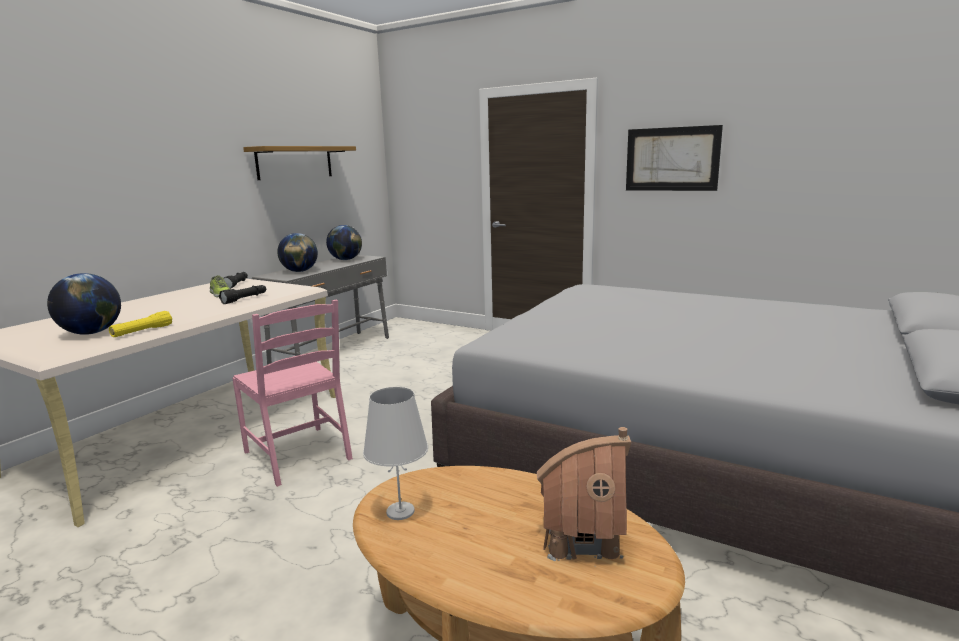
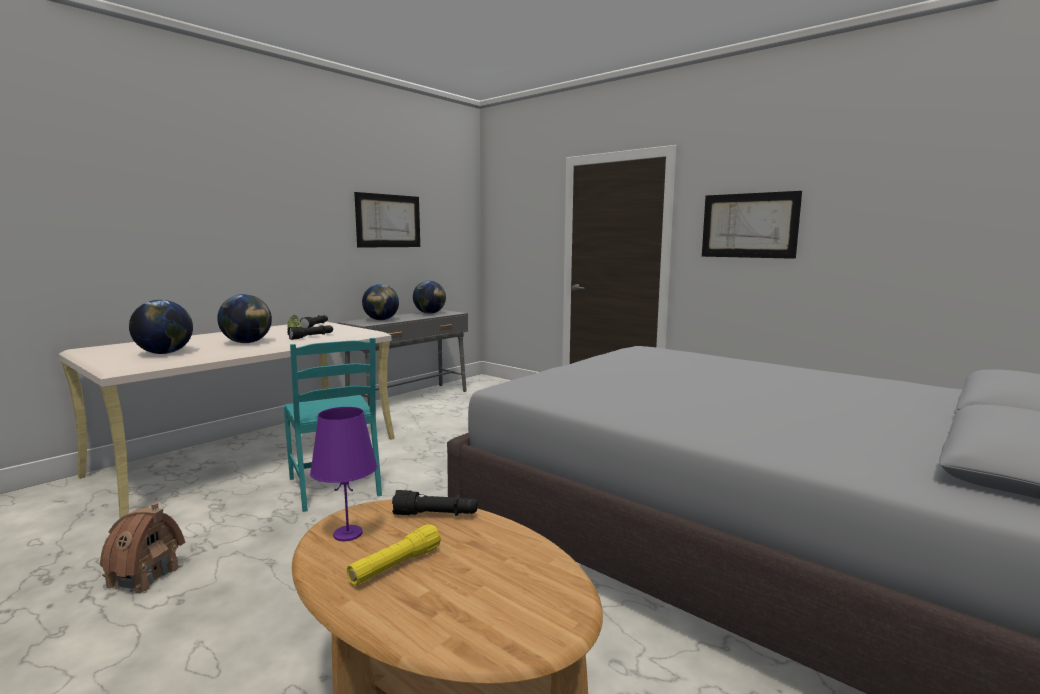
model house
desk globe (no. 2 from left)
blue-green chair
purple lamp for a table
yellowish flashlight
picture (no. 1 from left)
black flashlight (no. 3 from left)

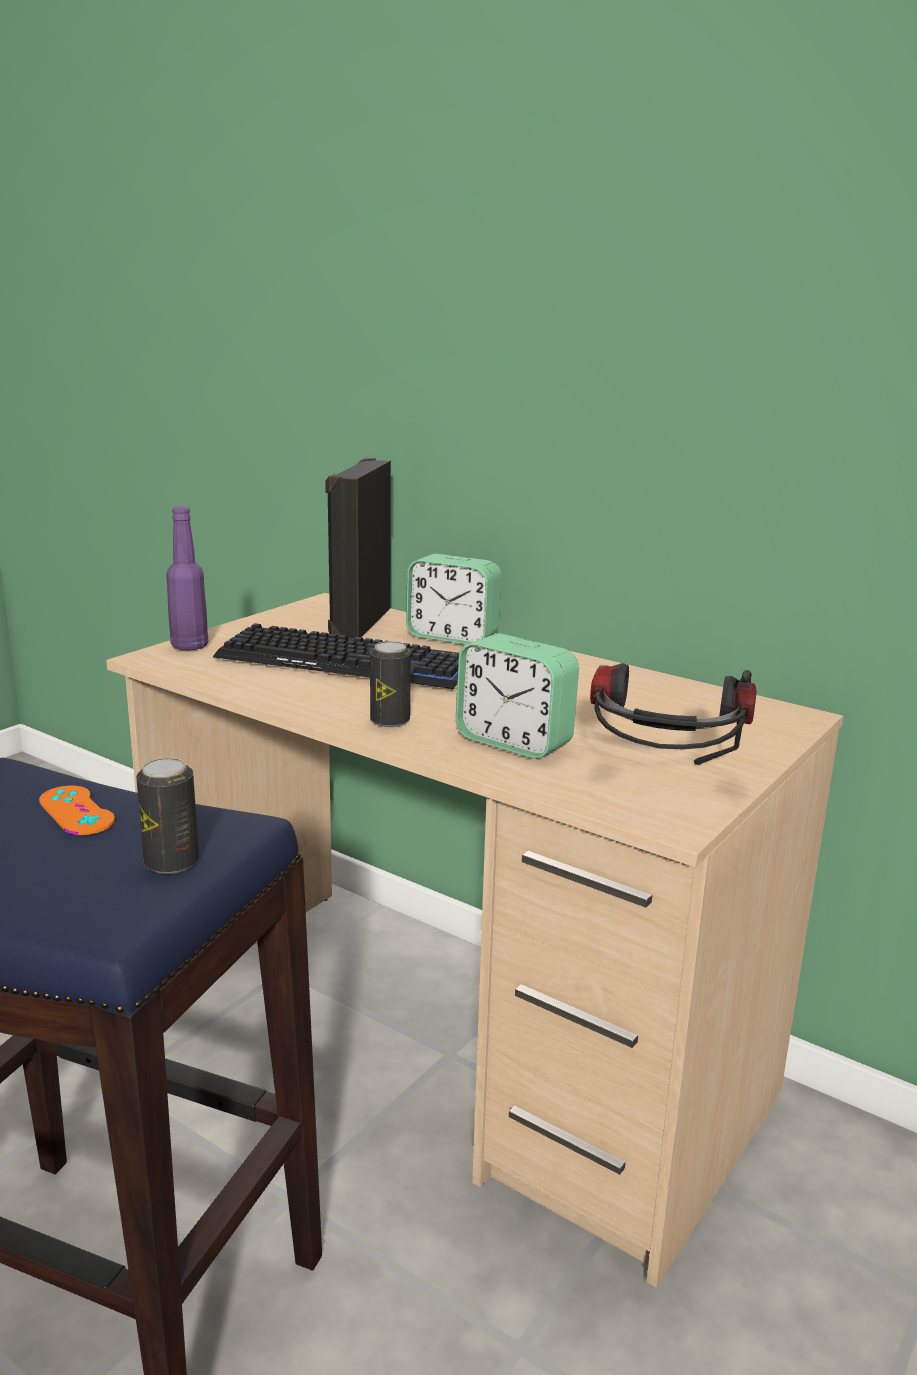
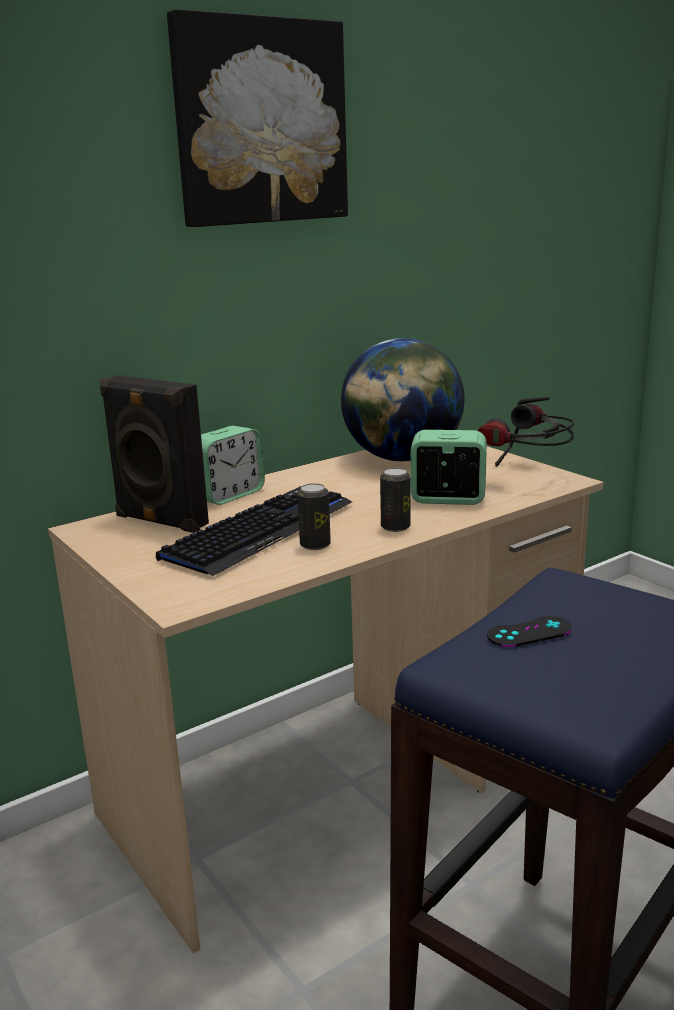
picture
metal can (no. 1 from left)
desk globe
table clock (no. 2 from left)
black gamepad
purple beverage bottle

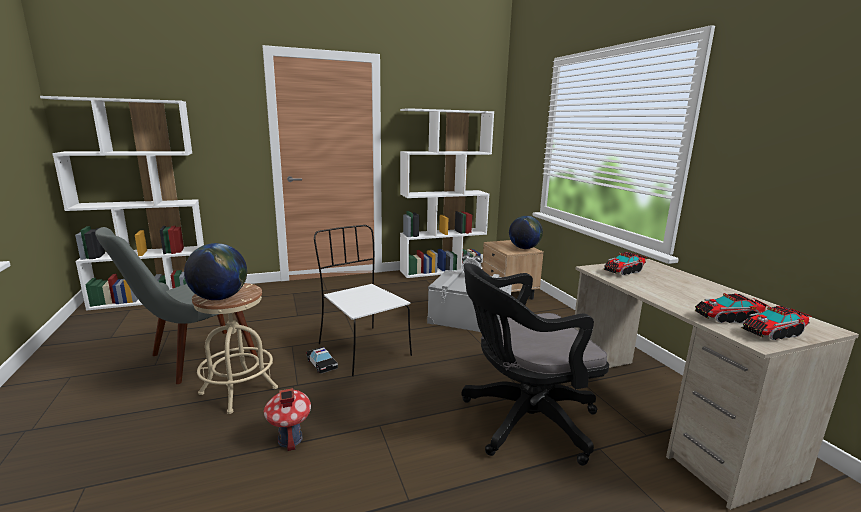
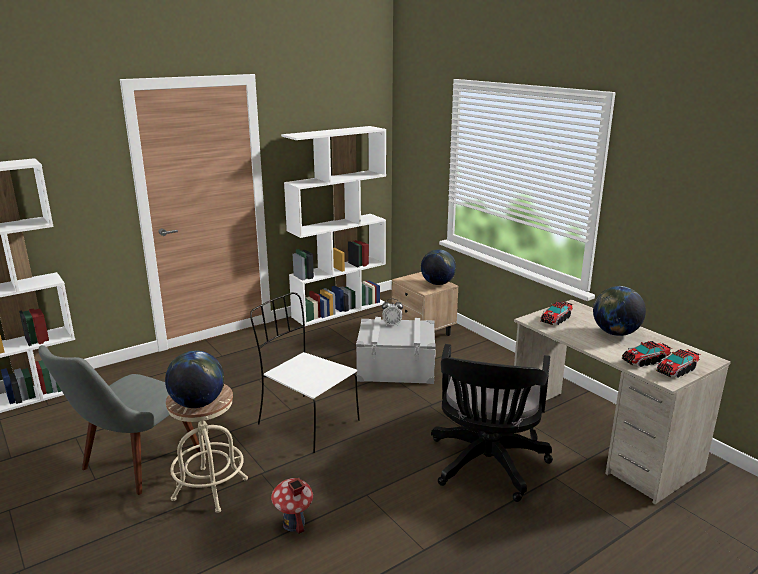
black office chair
desk globe (no. 3 from left)
miniature car

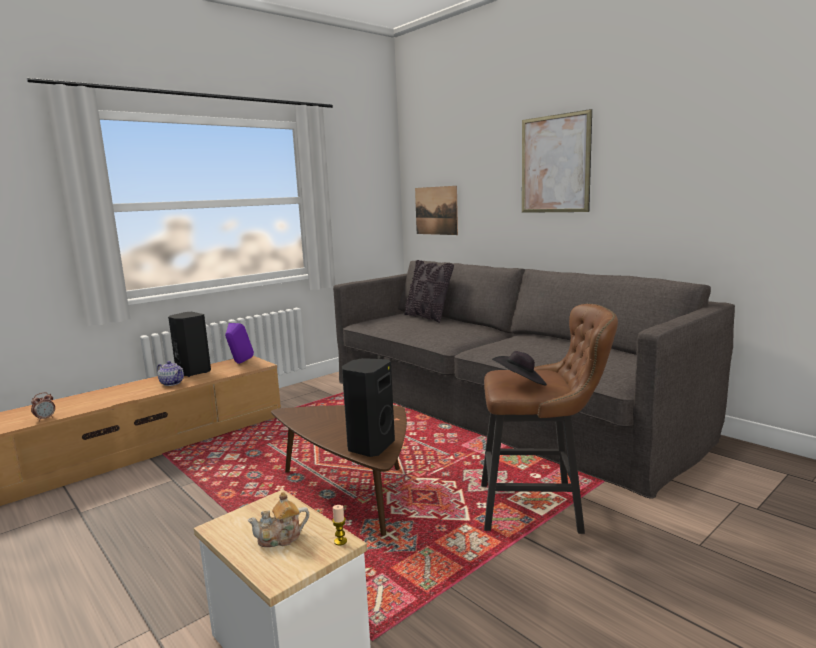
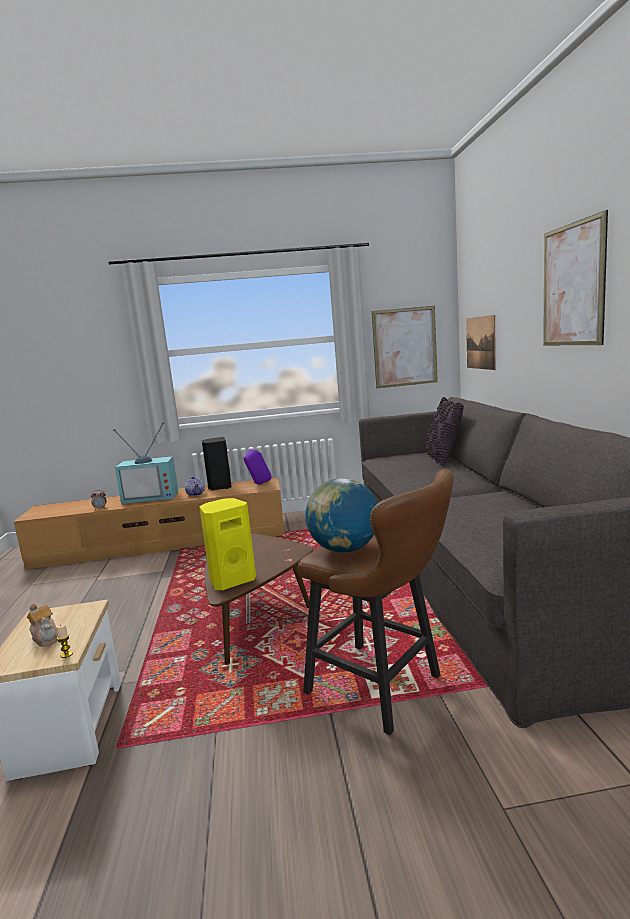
pot for tea (no. 1 from left)
TV set
yellowish speaker
desk globe
picture (no. 1 from left)

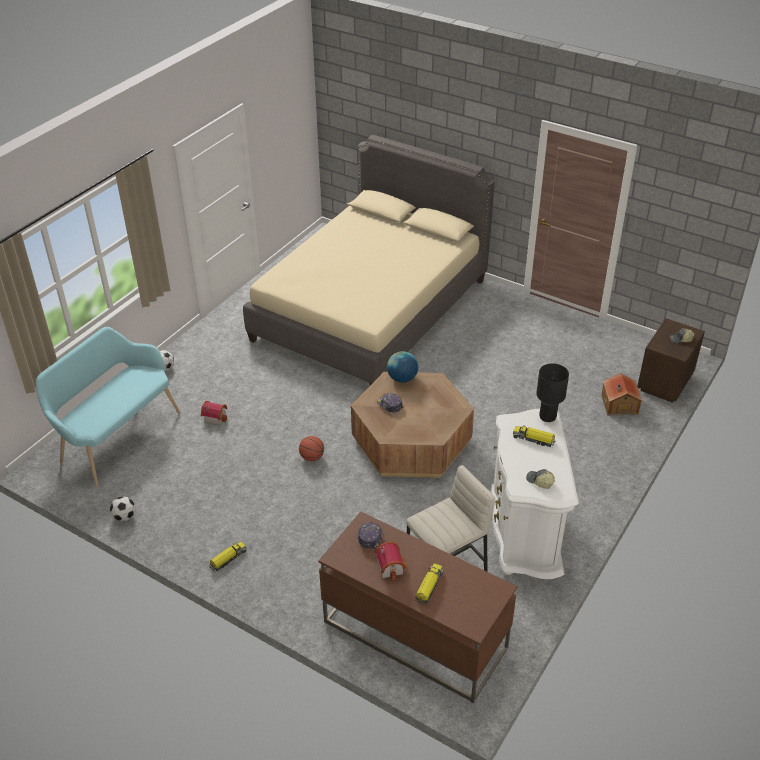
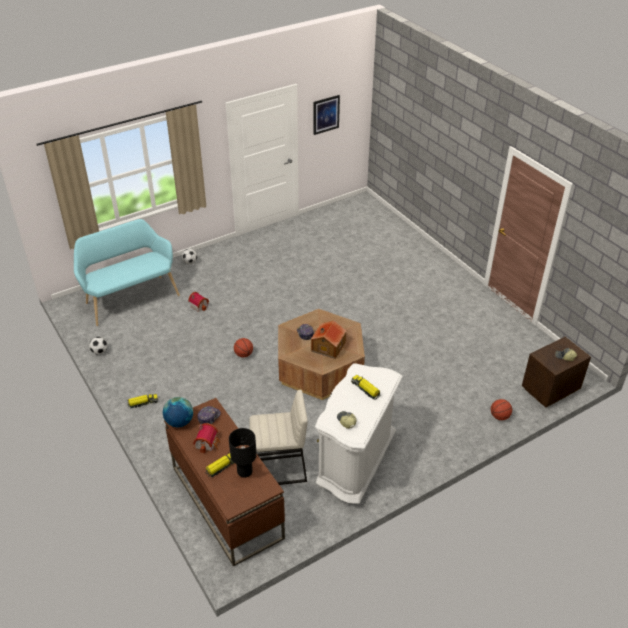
desk globe
black lamp for a table
model house (no. 3 from left)
picture
ball for basketball (no. 2 from left)
beige bed

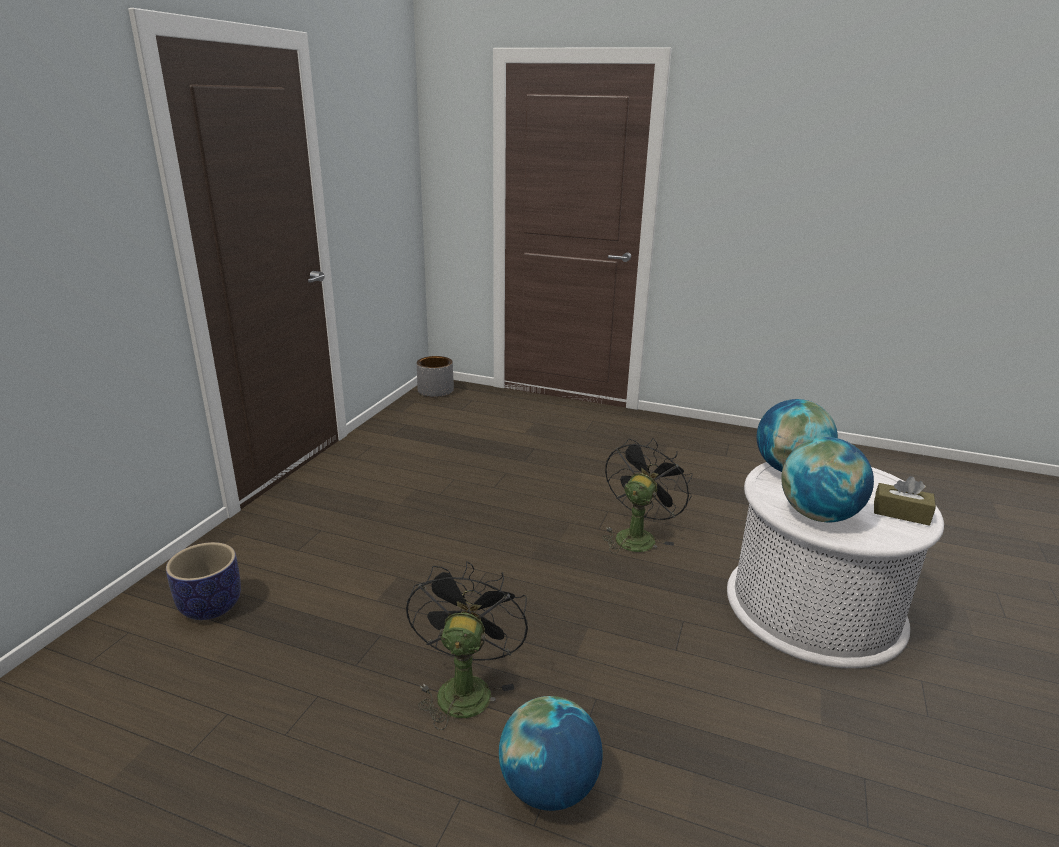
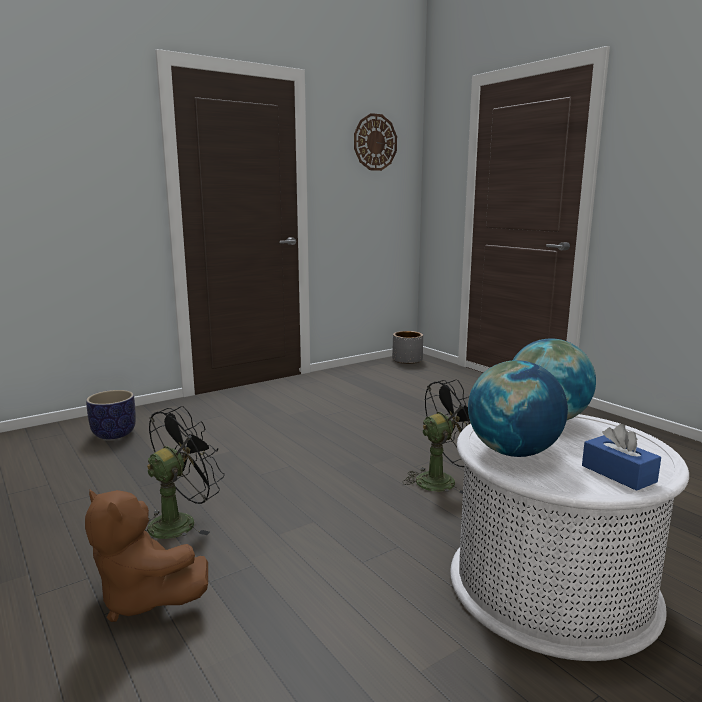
brownish soft toy
wall clock
blue-coloured tissue box

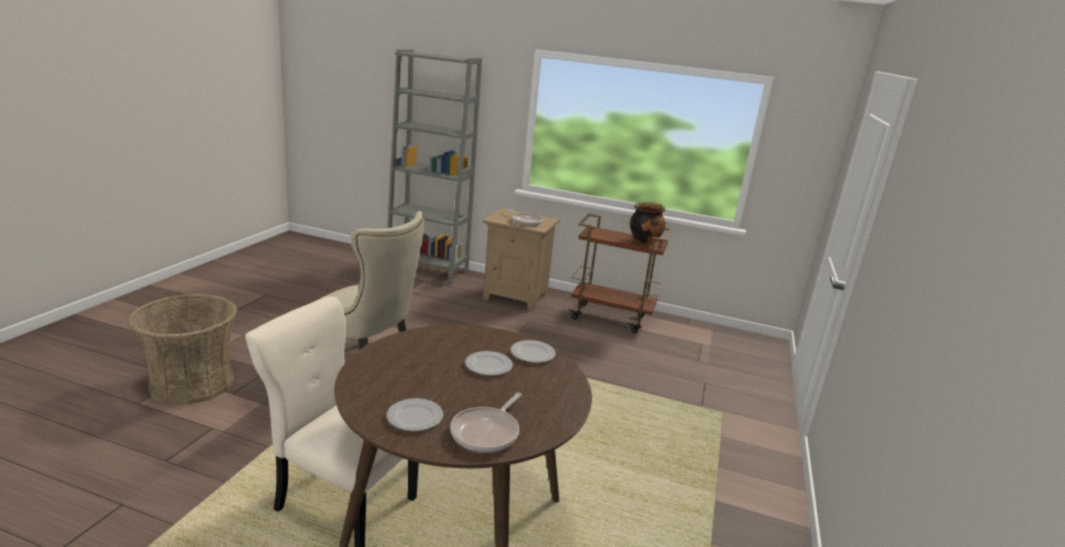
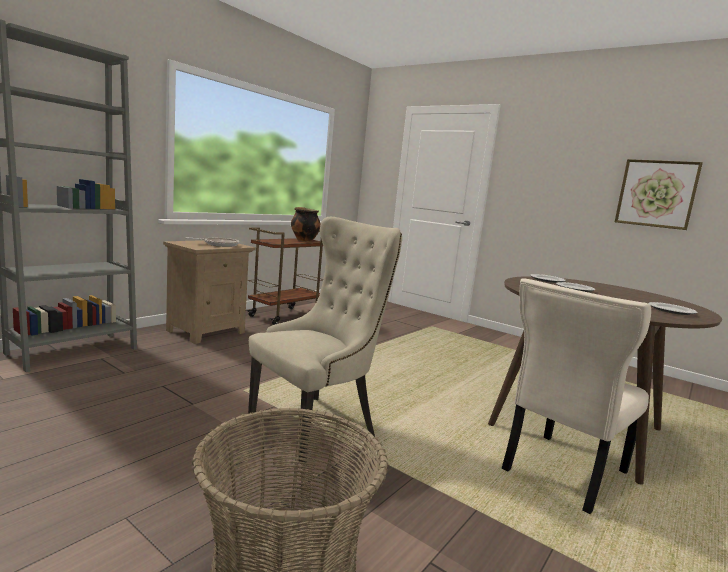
picture
frying pan (no. 1 from left in the first image)

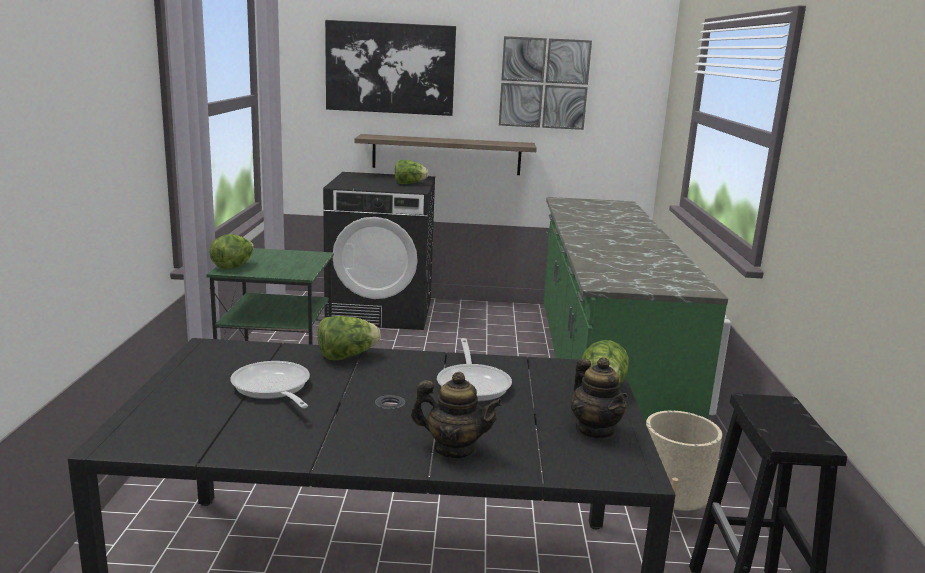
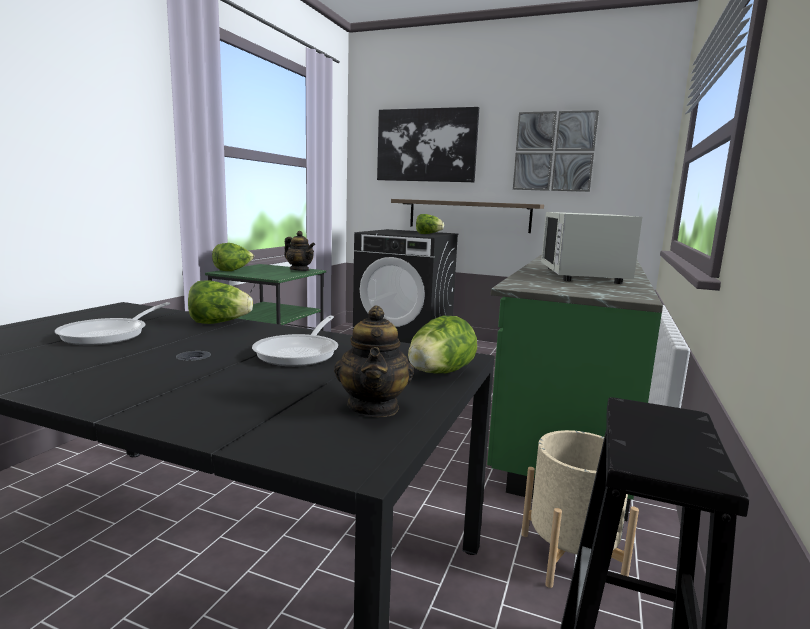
frying pan (no. 1 from left)
pot for tea (no. 1 from left)
whitish kitchen microwave

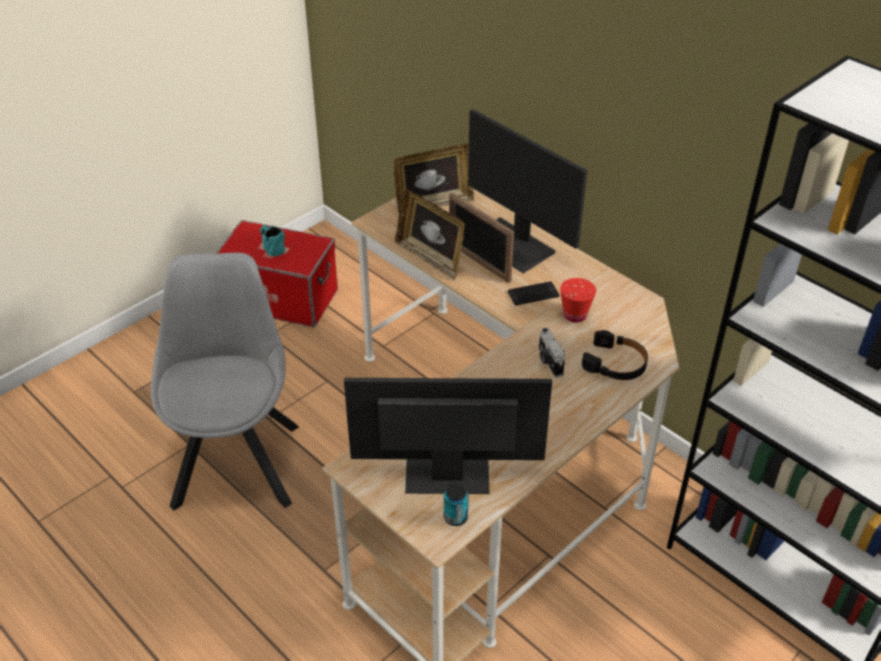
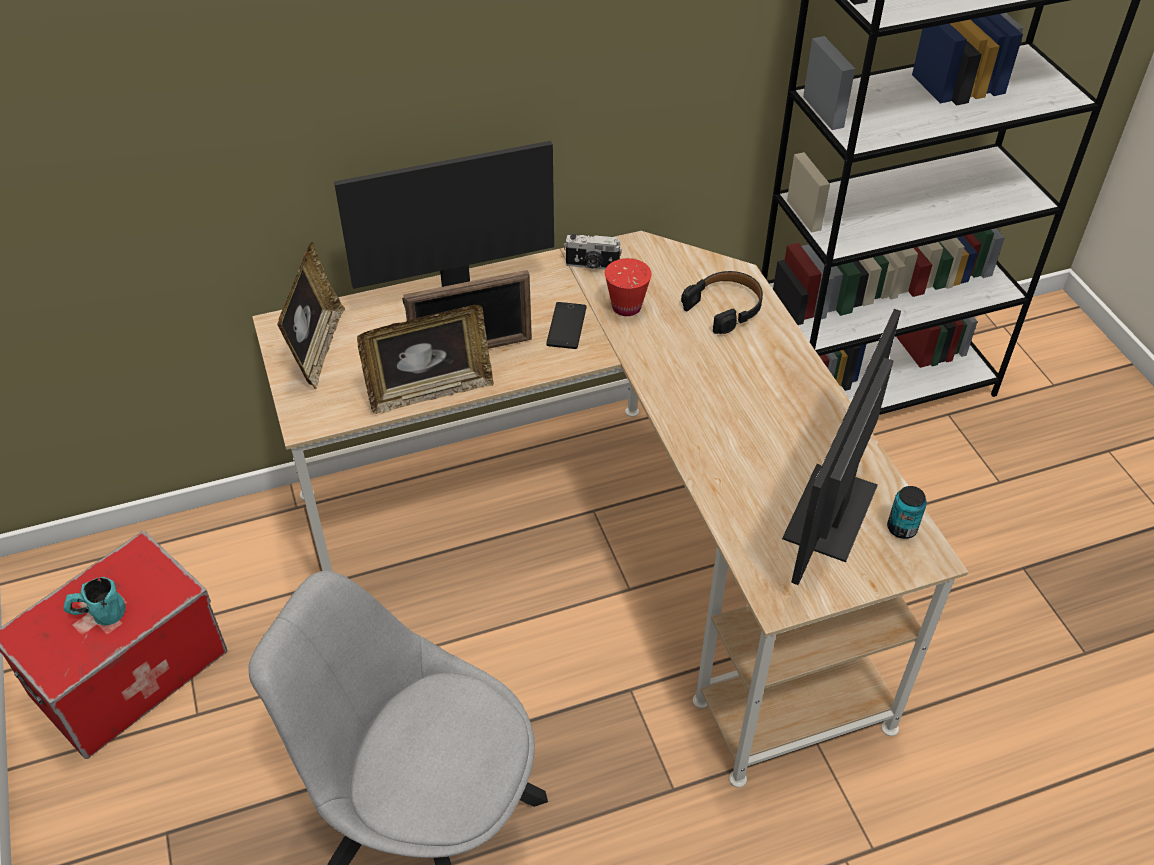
photo camera

